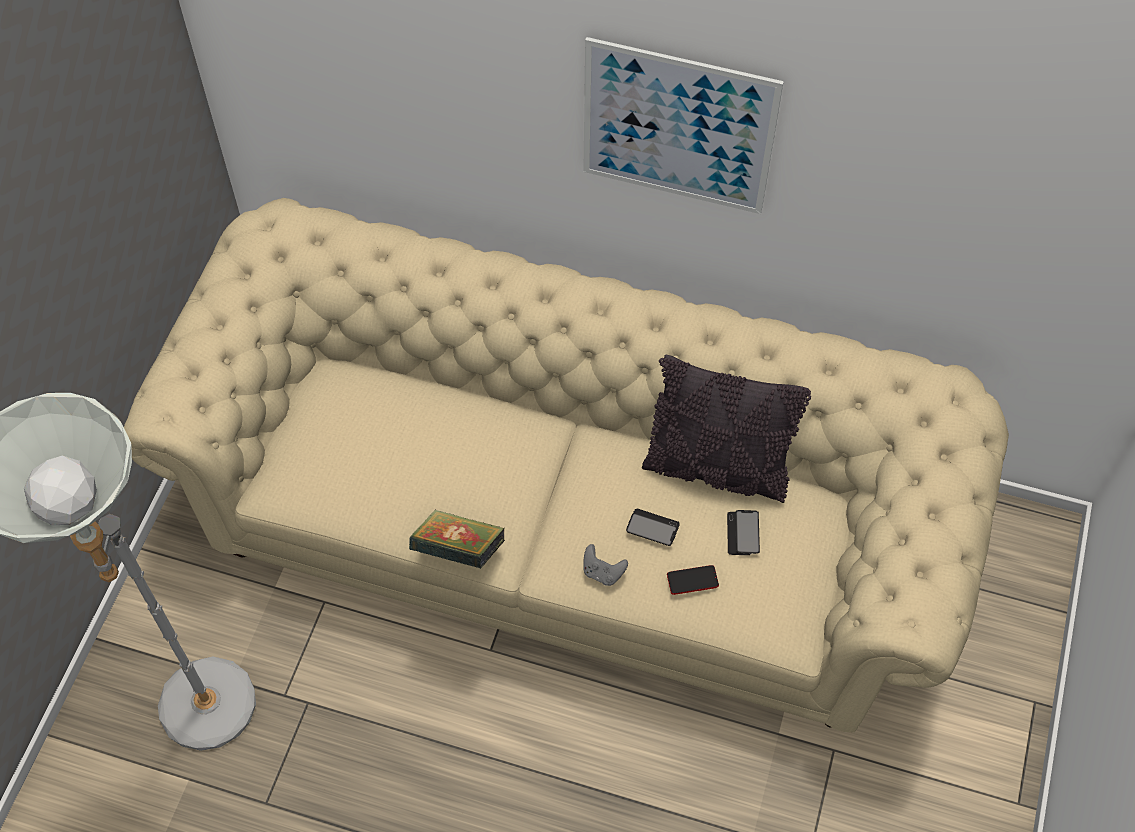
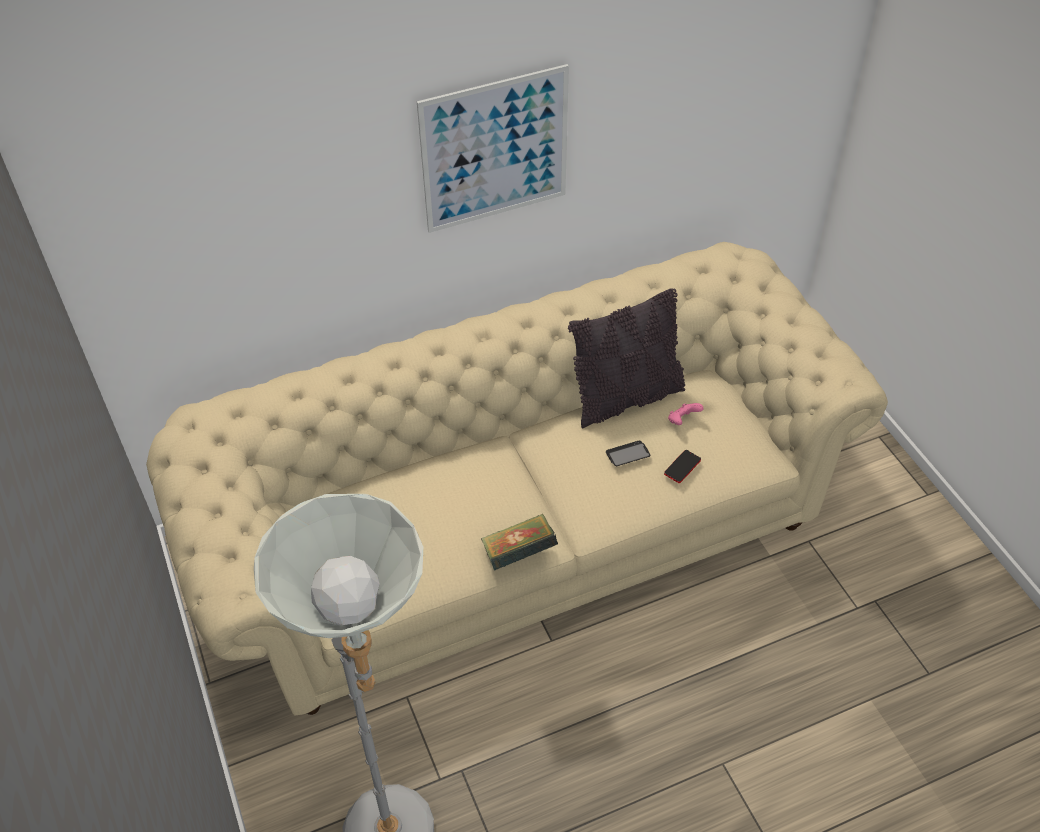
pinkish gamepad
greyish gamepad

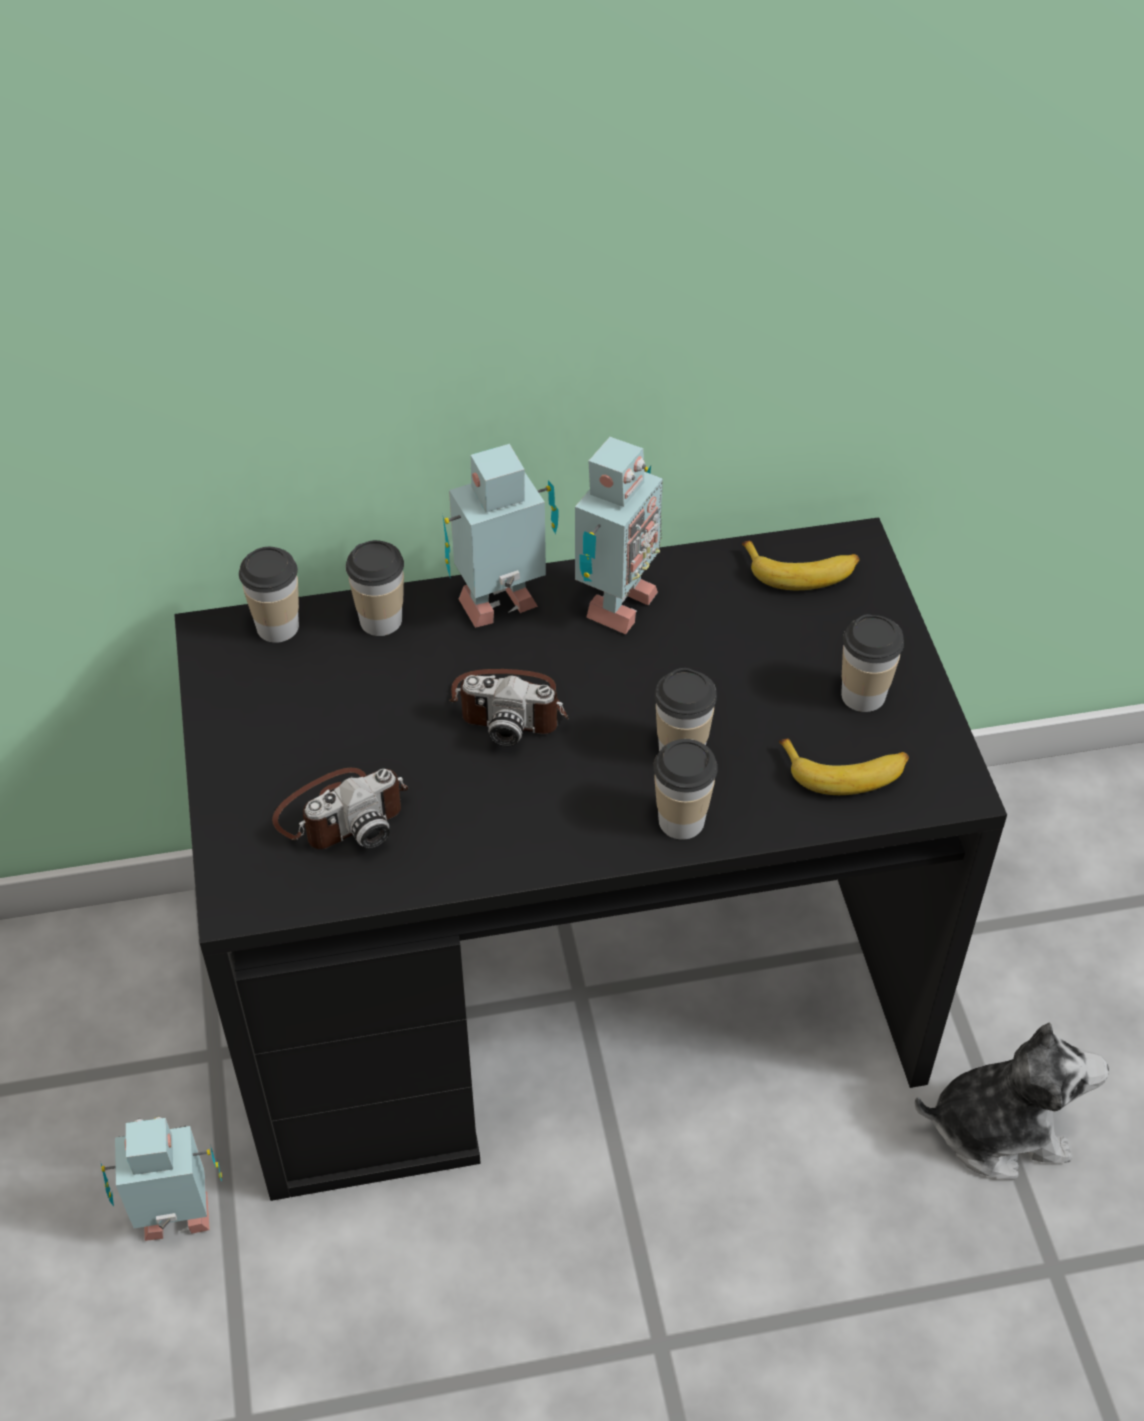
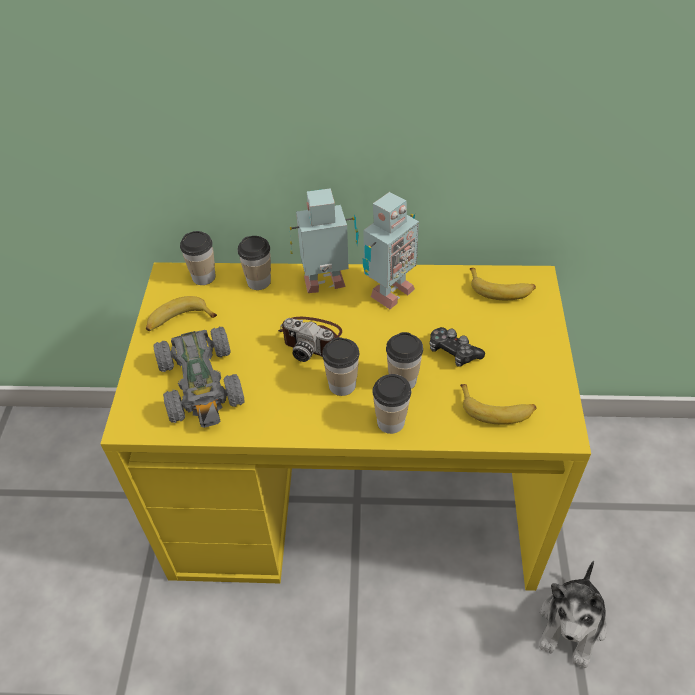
yellowish desk
banana fruit (no. 1 from left)
greyish miniature car
drinking cup (no. 3 from left)
gamepad
soft toy
model robot (no. 1 from left in the first image)

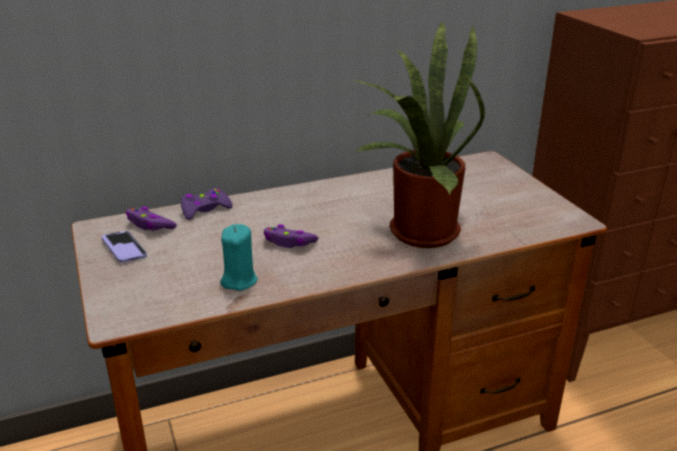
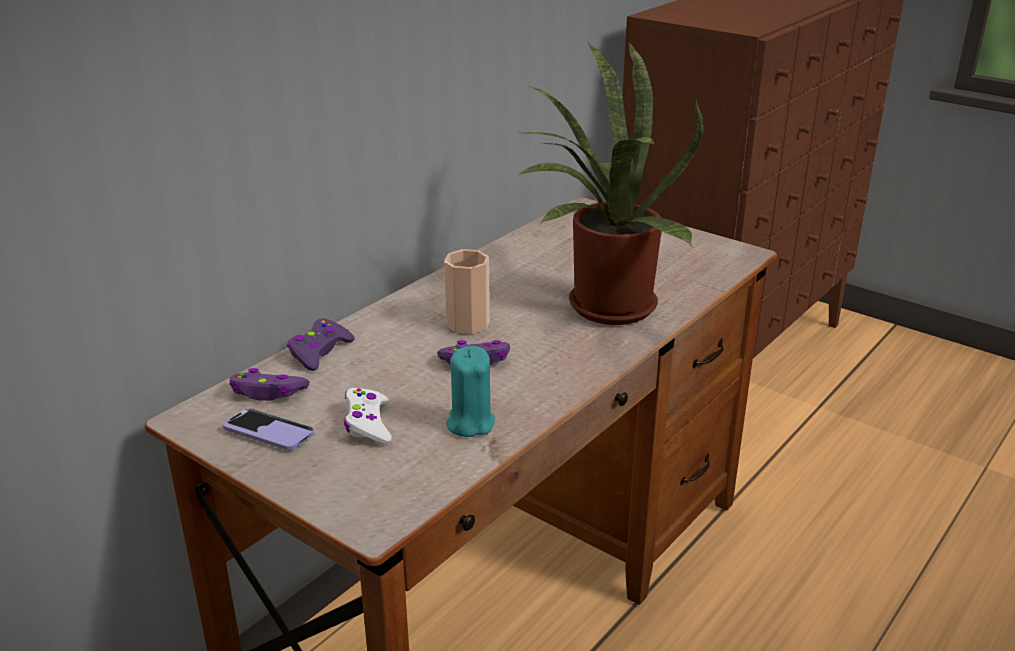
whitish gamepad
drinking cup

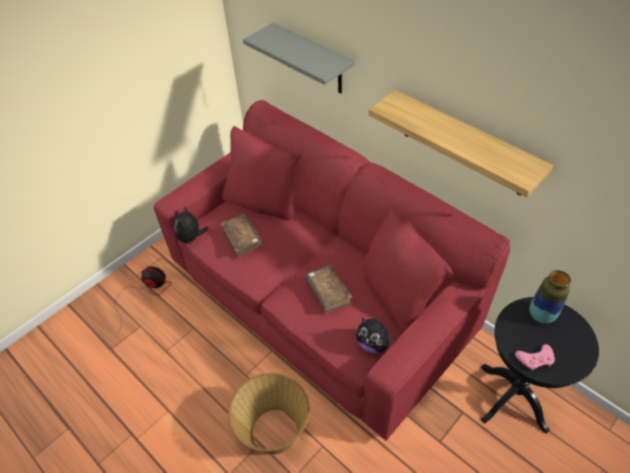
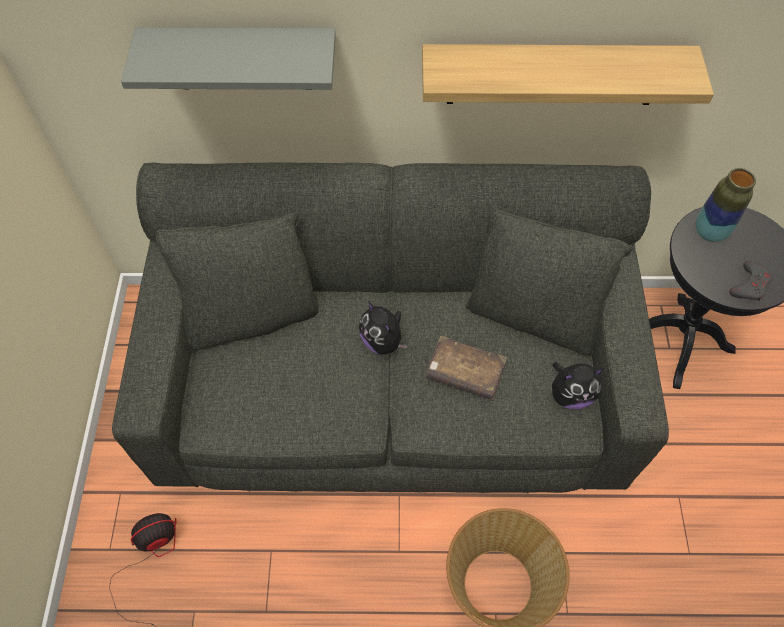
greyish settee
soft toy (no. 1 from left)
greyish gamepad
brownish bound book (no. 1 from left in the first image)

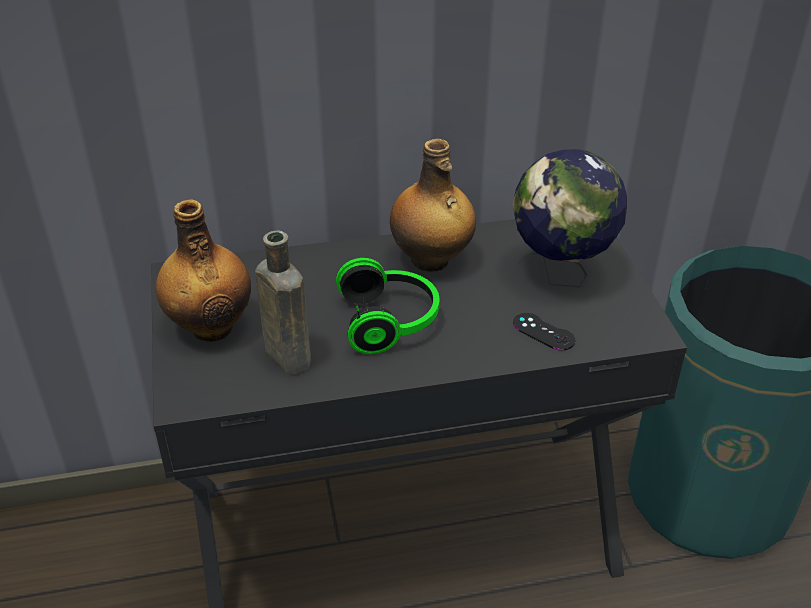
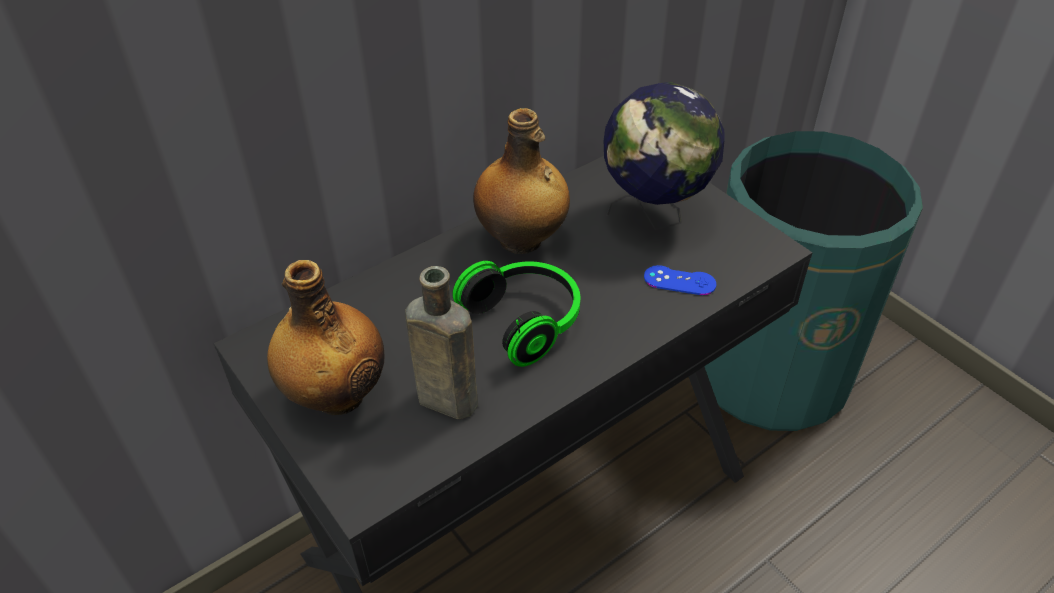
blue-coloured gamepad

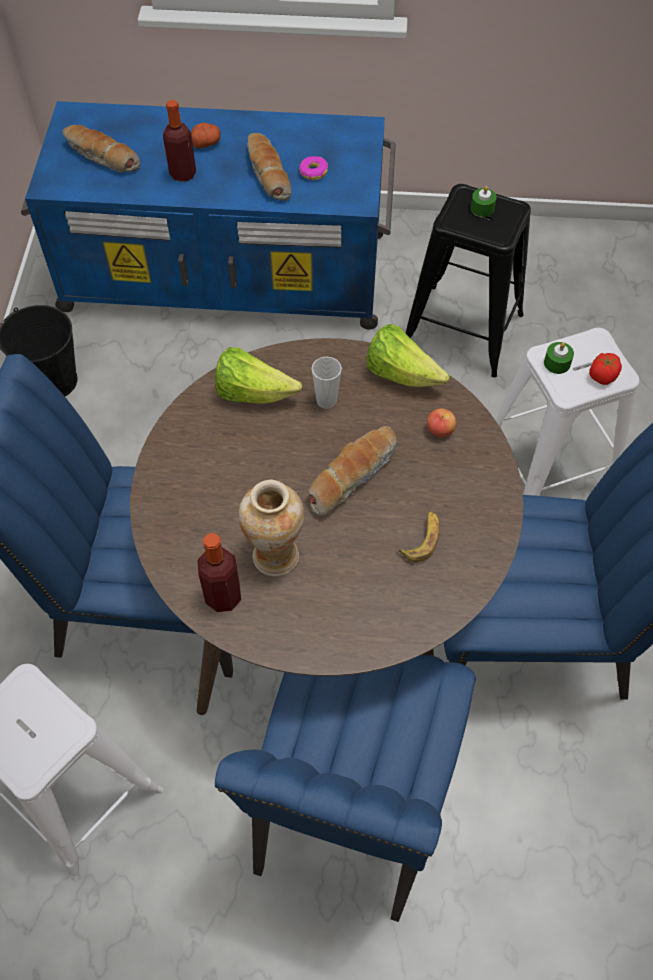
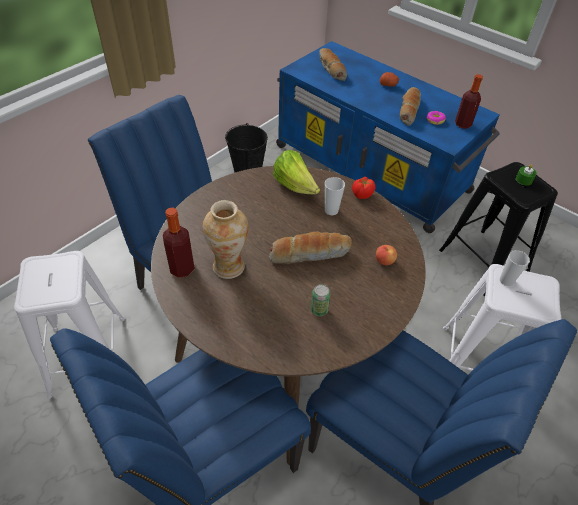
metal can
tomato
beverage bottle (no. 2 from left)
drinking cup (no. 2 from left)
lettuce head (no. 2 from left in the first image)

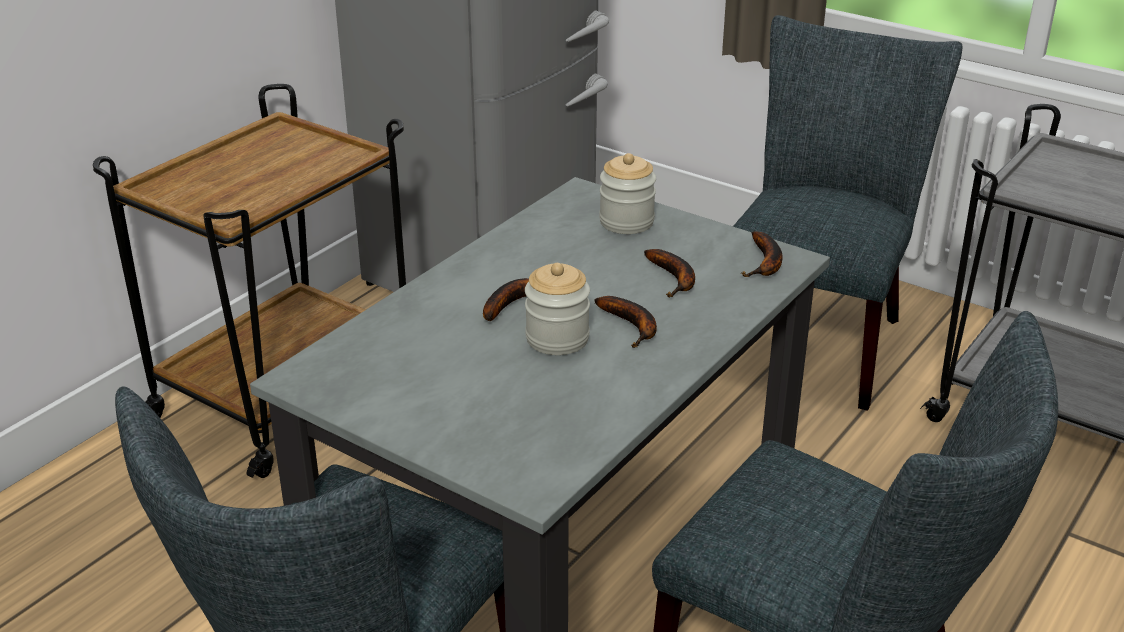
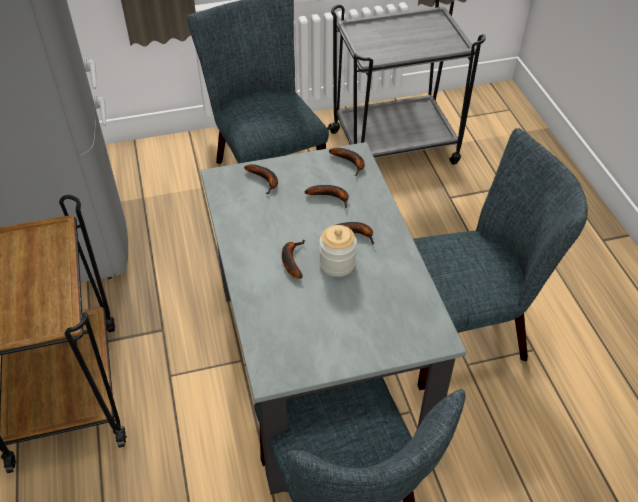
banana fruit (no. 1 from left)

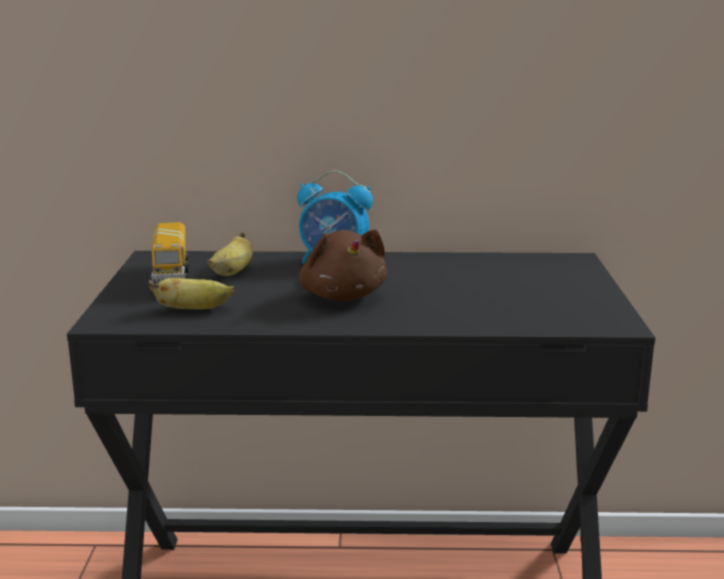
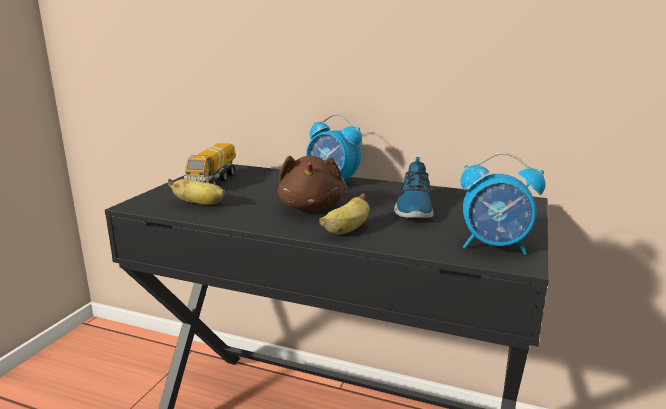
banana fruit (no. 2 from left)
shoe
table clock (no. 2 from left)

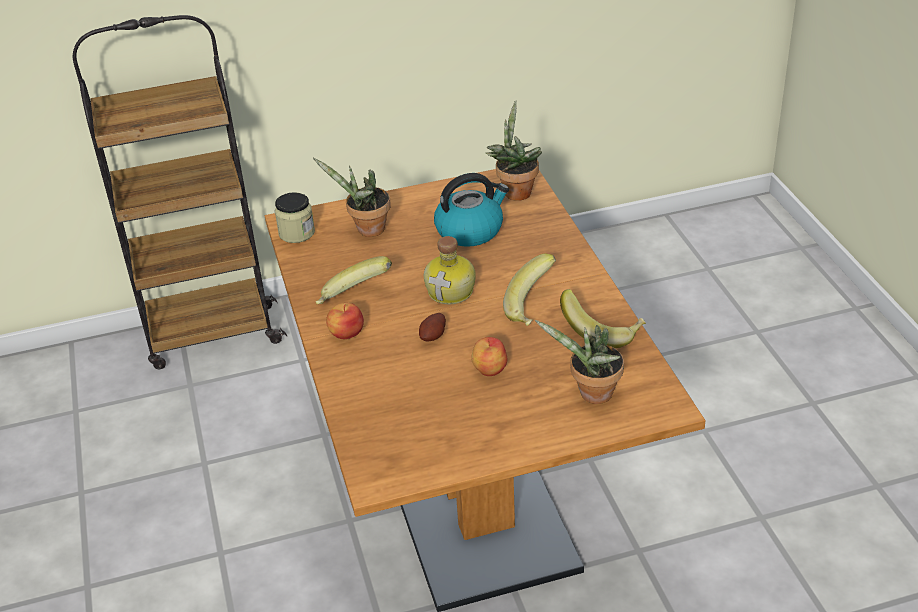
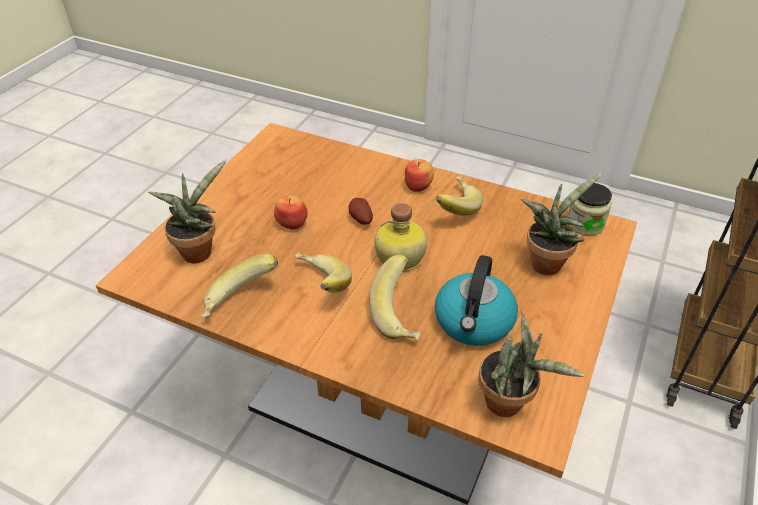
banana fruit (no. 3 from left)

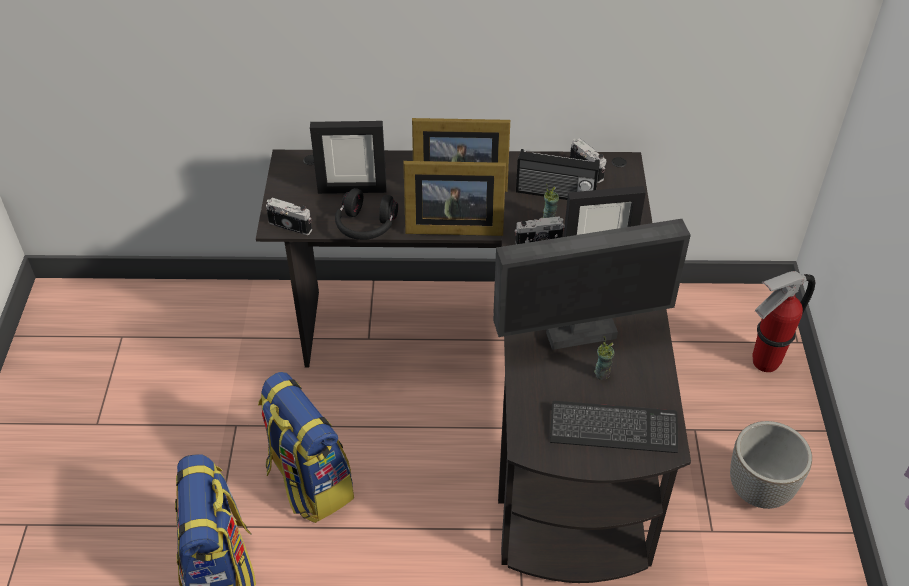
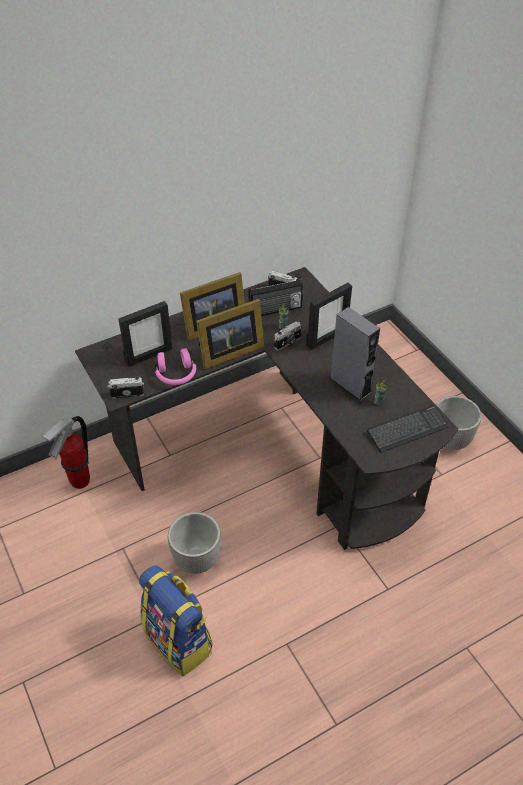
extinguisher
pinkish pair of headphones
plant pot (no. 1 from left)
greyish speaker

